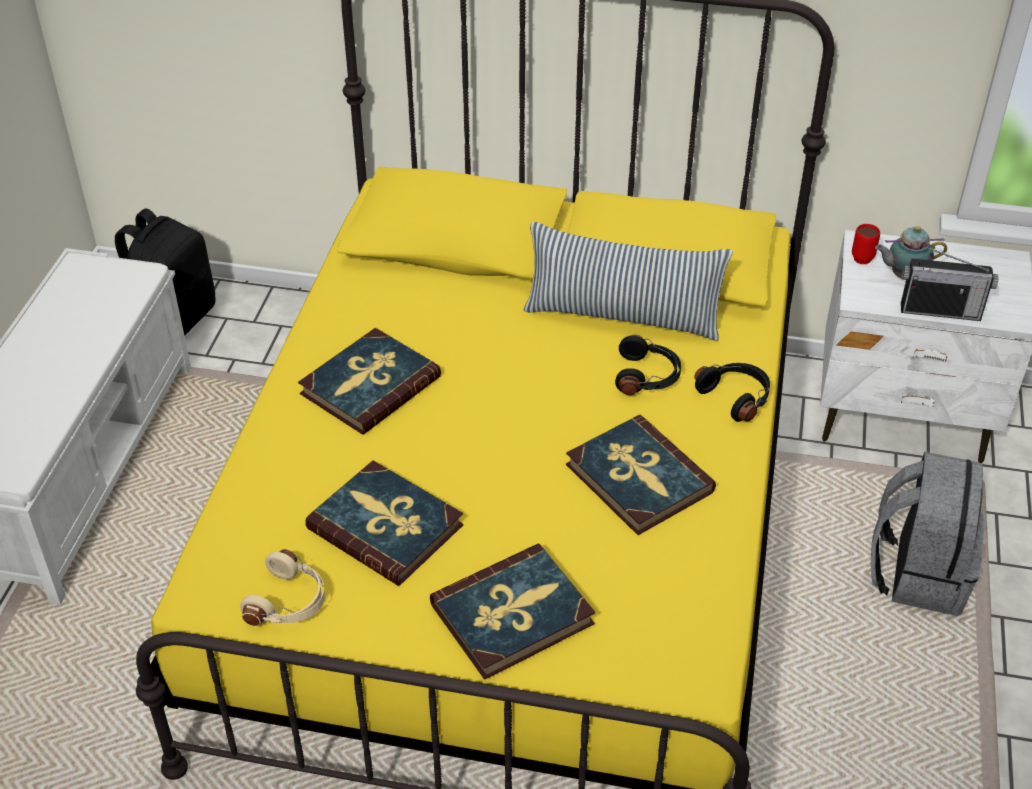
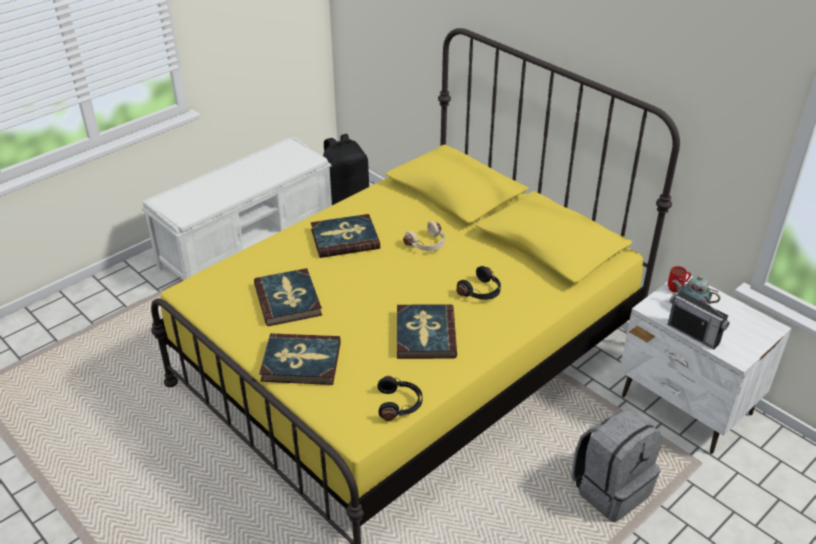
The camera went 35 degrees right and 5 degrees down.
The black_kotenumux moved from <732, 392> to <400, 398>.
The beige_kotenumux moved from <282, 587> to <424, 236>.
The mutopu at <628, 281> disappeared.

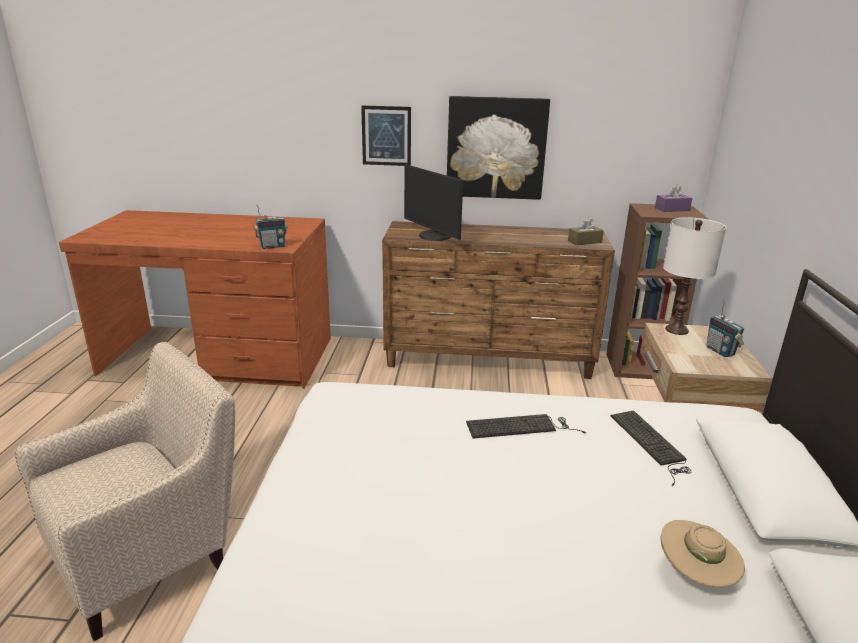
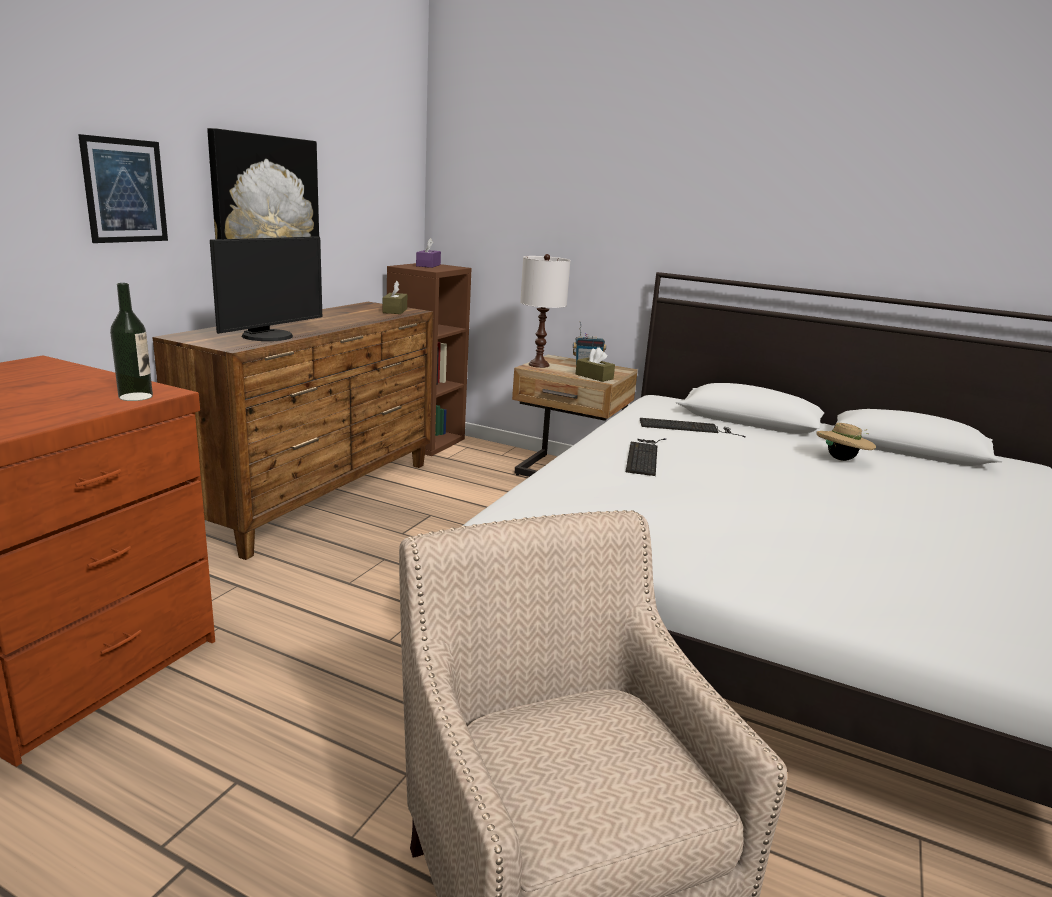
The camera went 70 degrees left and 5 degrees down.
The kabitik at <271, 226> was replaced by the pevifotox at <131, 342>.
The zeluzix at <433, 202> turned 45 degrees counterclockwise.
The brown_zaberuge at <595, 364> appeared.

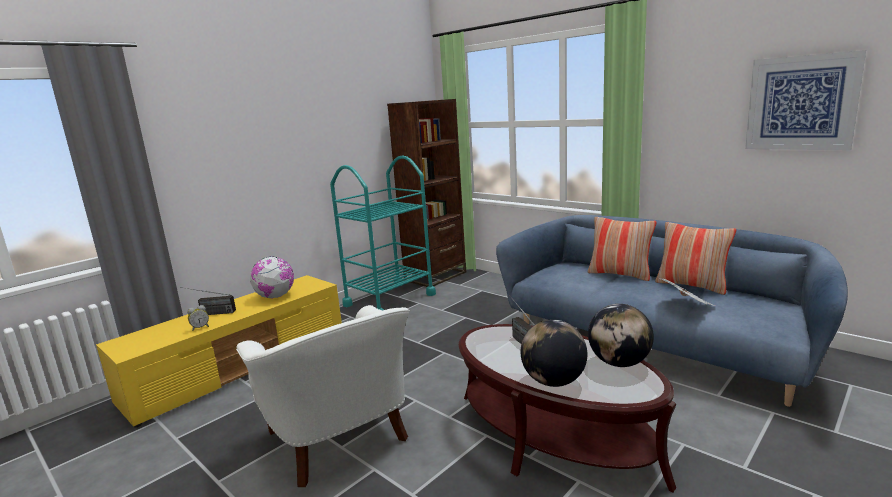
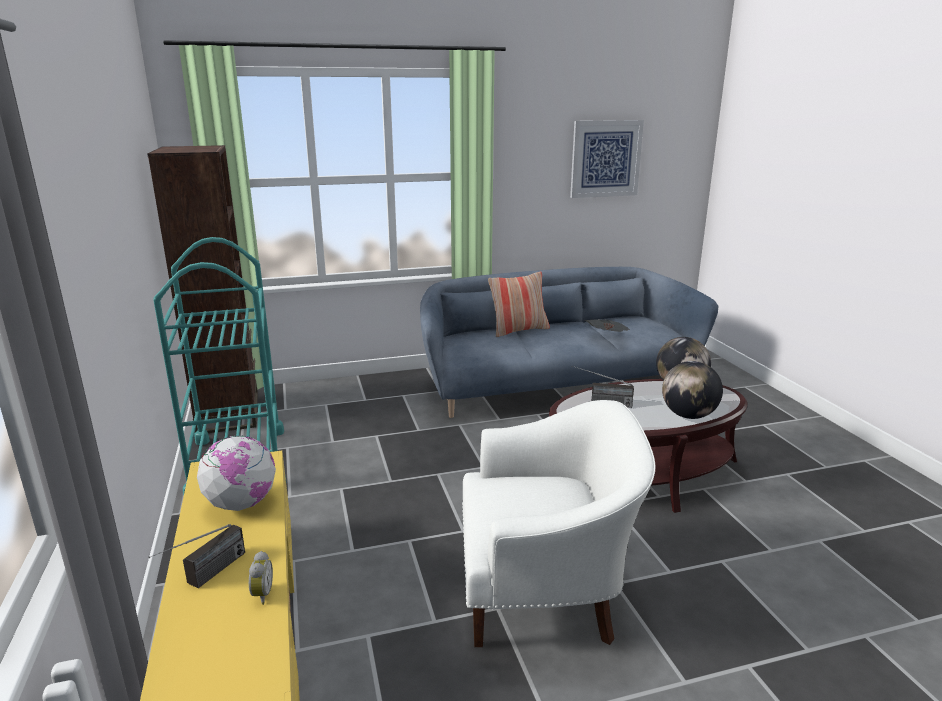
The camera went 60 degrees left and 5 degrees up.
The mutopu at <695, 258> disappeared.

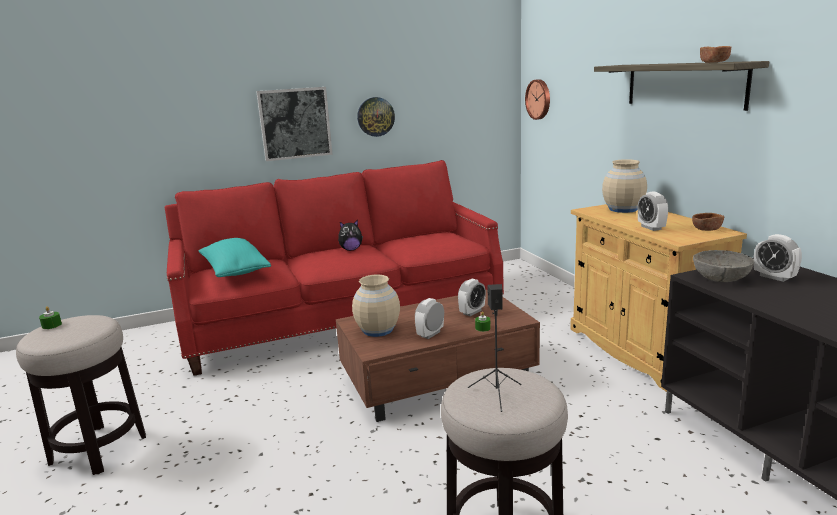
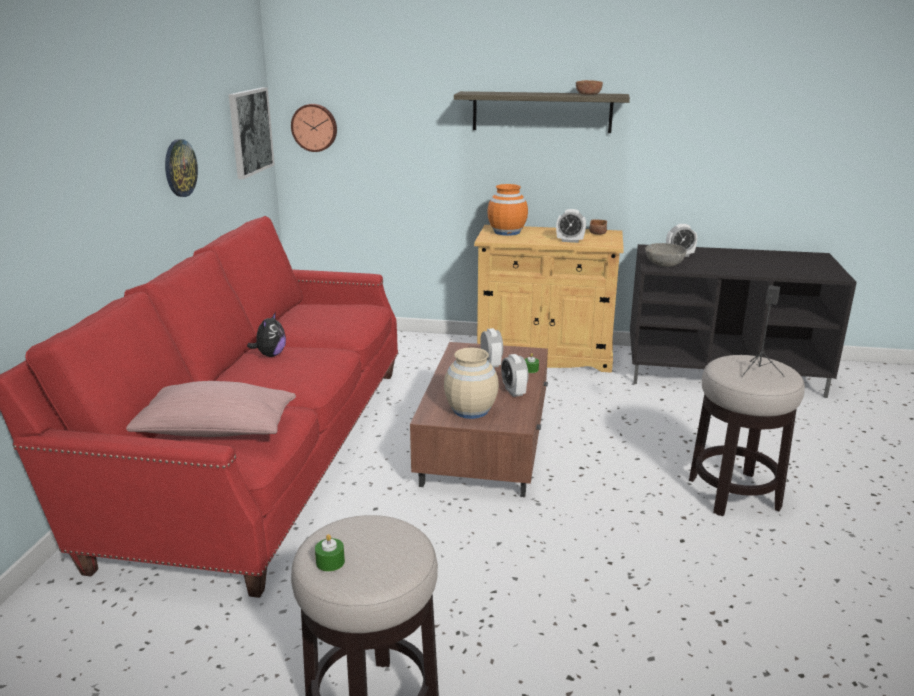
The camera went 60 degrees left and 5 degrees up.
The turquoise_mutopu at <235, 257> became the pink_mutopu at <211, 409>.
The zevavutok moved from <294, 124> to <252, 133>.
The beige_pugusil at <624, 186> became the orange_pugusil at <507, 210>.

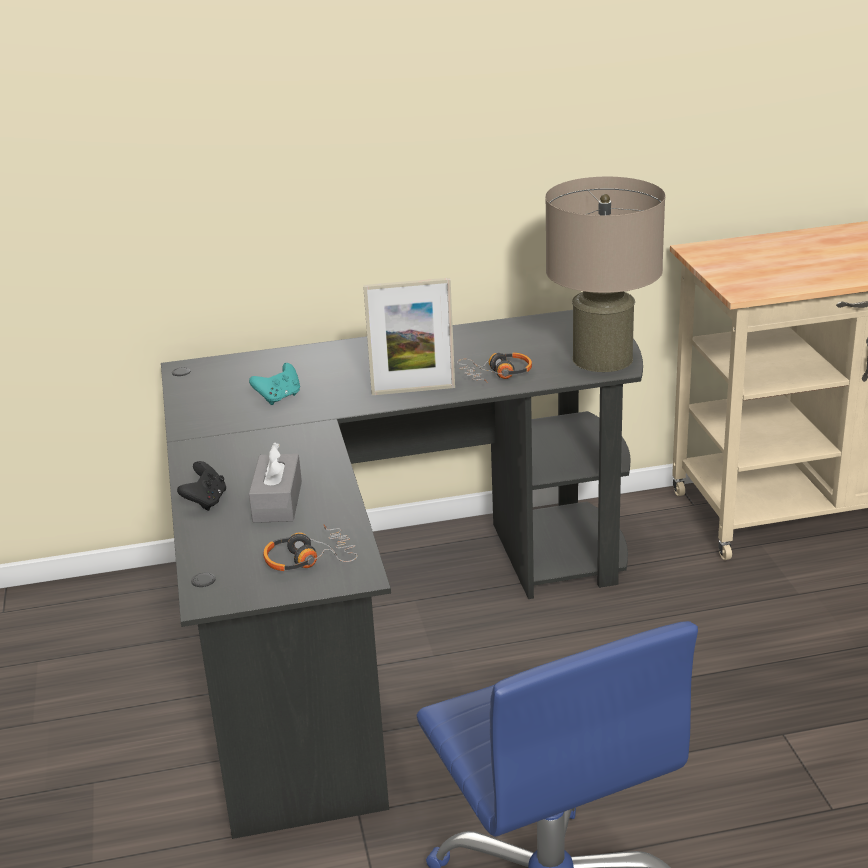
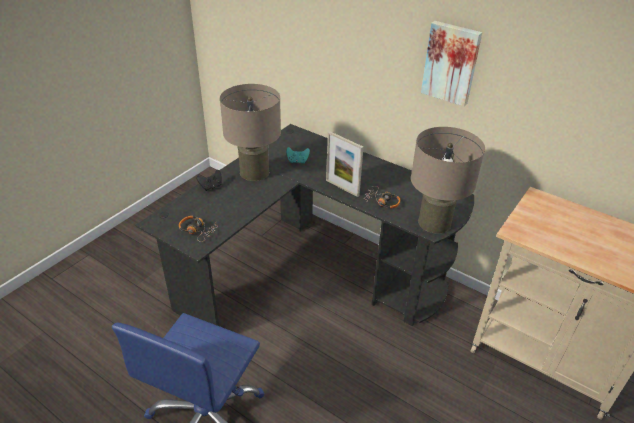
The camera went 45 degrees right and 10 degrees up.
The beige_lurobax at <250, 132> appeared.
The zevavutok at <451, 63> appeared.
The grey_zaberuge at <275, 482> disappeared.

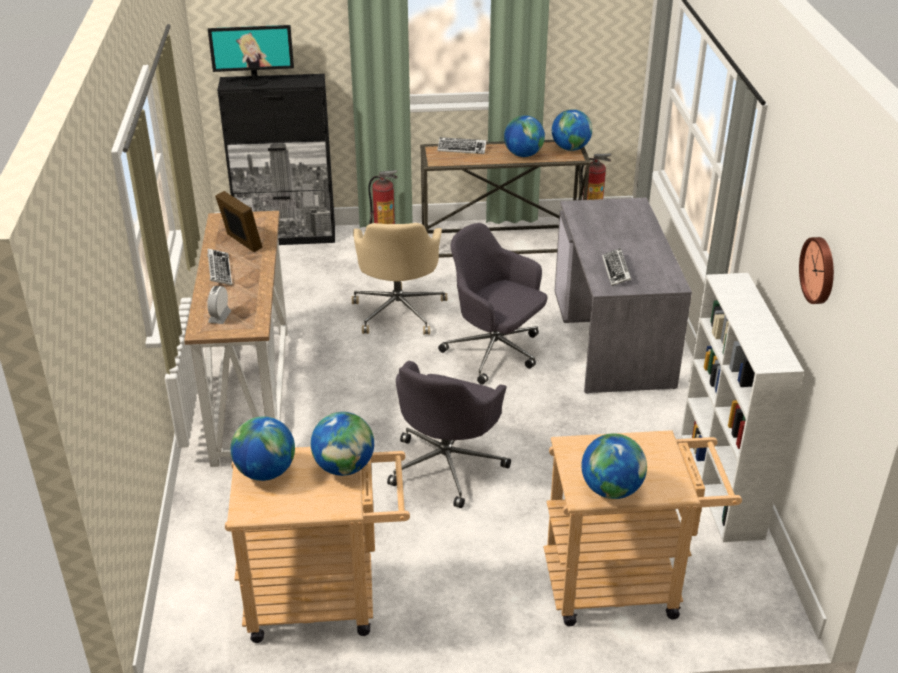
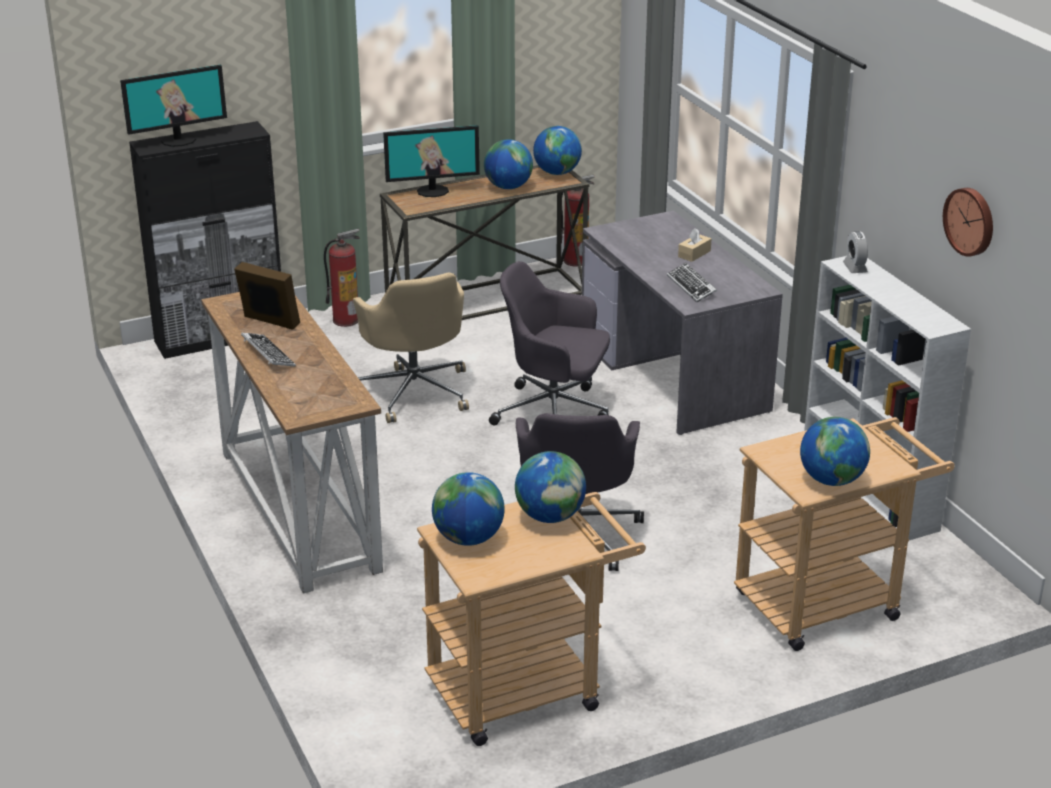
The camera went 20 degrees left and 5 degrees down.
The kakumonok at <461, 145> was replaced by the zeluzix at <431, 161>.
The beige_zaberuge at <694, 245> appeared.
The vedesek moved from <219, 305> to <855, 252>.

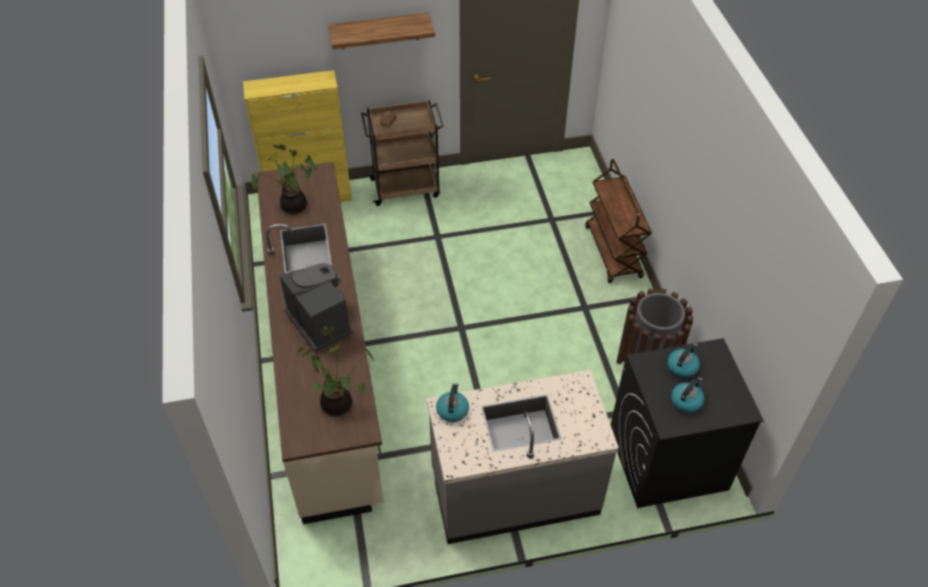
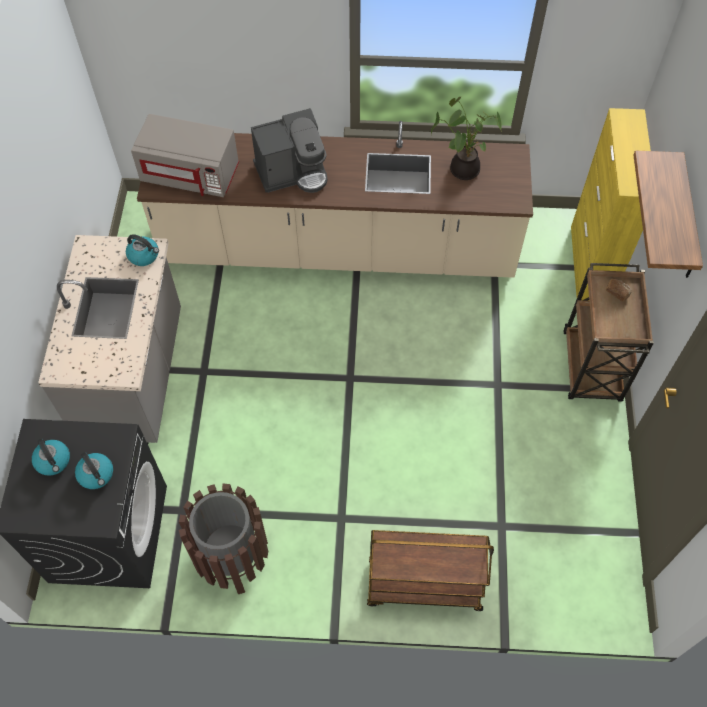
The camera went 105 degrees right and 10 degrees up.
The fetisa at <335, 371> was replaced by the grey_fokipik at <185, 155>.

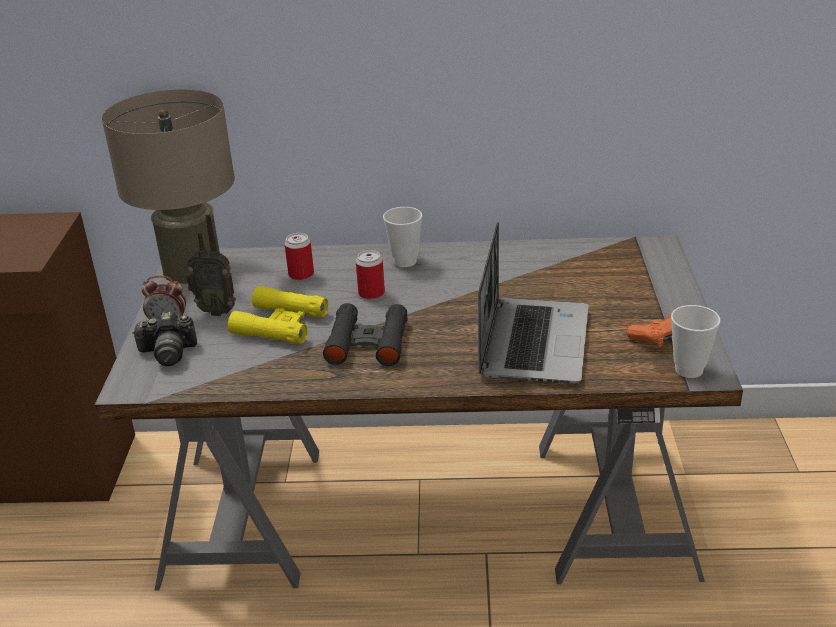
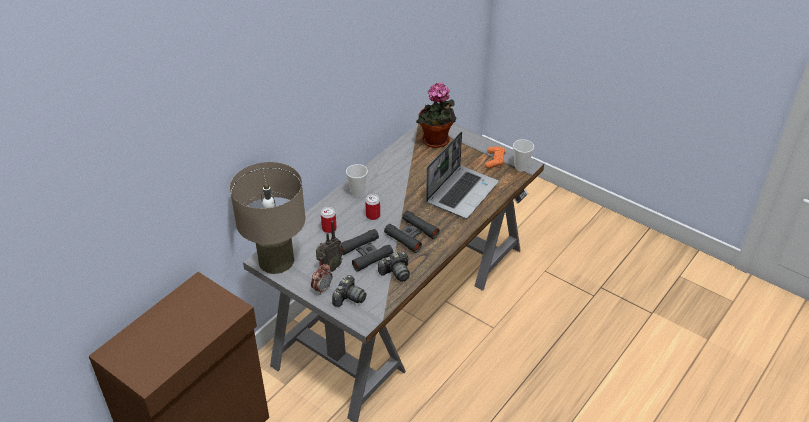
The camera went 55 degrees left and 10 degrees up.
The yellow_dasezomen at <278, 315> became the black_dasezomen at <367, 250>.
The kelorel at <394, 267> appeared.
The fetisa at <436, 115> appeared.
The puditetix at <533, 302> turned 75 degrees clockwise.

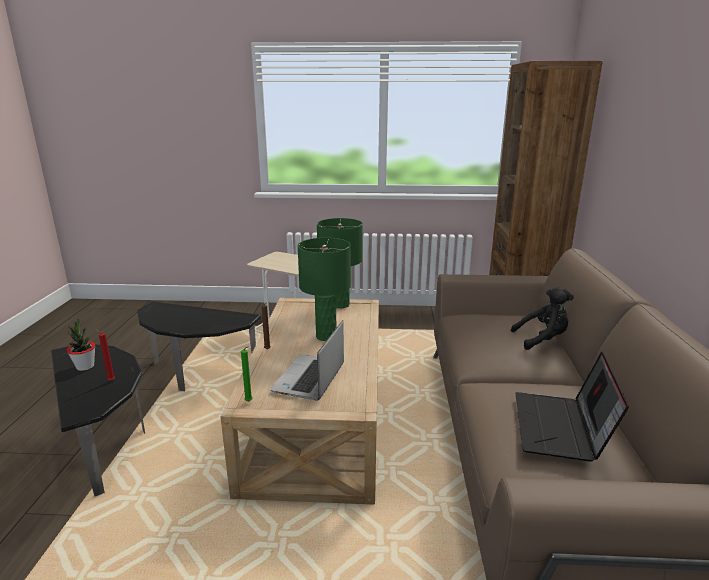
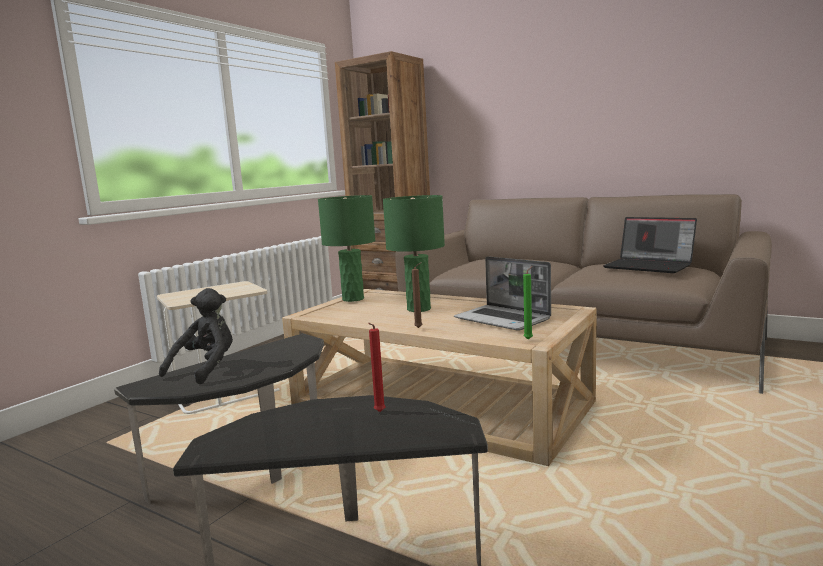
The camera went 60 degrees left and 10 degrees down.
The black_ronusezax moved from <542, 318> to <196, 336>.
The fetisa at <81, 344> disappeared.

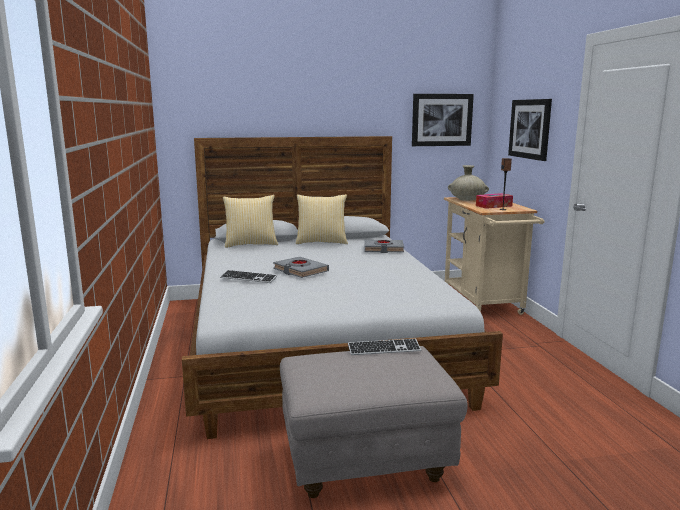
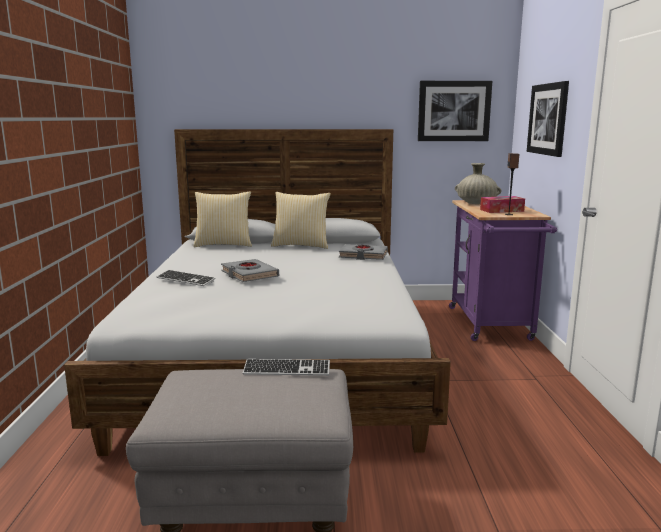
The camera went 10 degrees right and 0 degrees up.
The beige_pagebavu at <494, 256> became the purple_pagebavu at <503, 270>.

